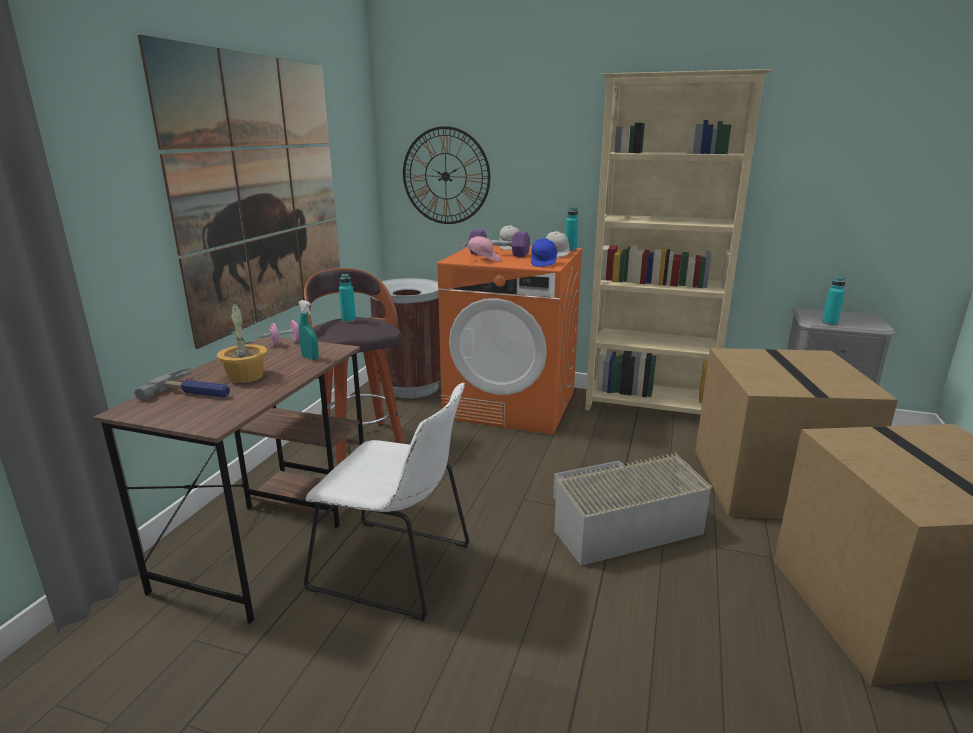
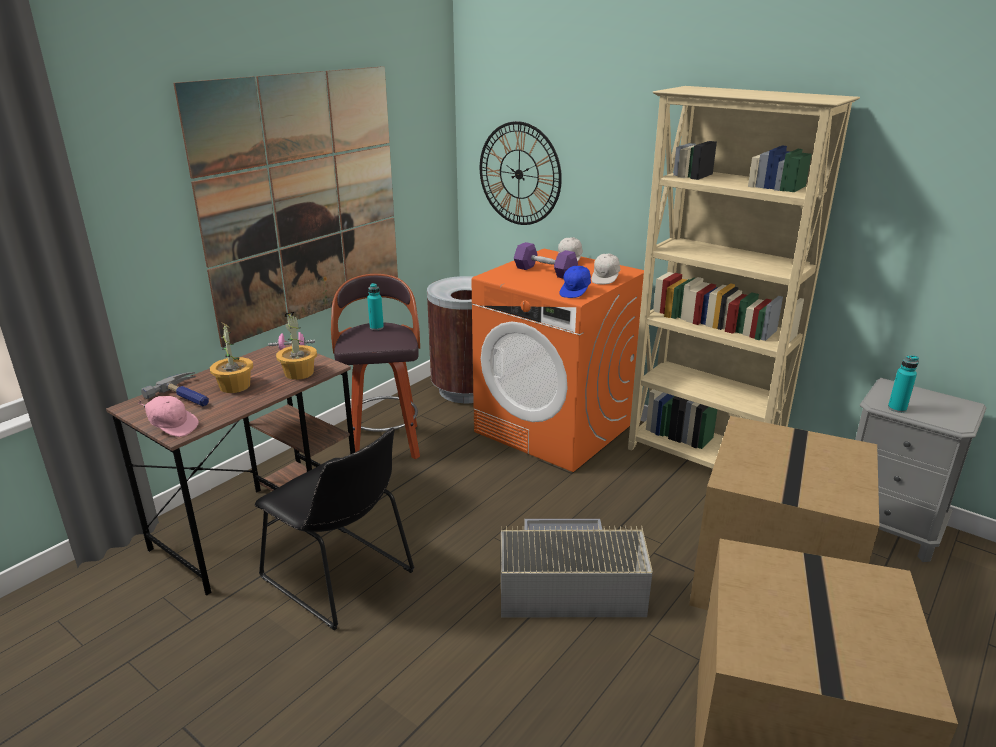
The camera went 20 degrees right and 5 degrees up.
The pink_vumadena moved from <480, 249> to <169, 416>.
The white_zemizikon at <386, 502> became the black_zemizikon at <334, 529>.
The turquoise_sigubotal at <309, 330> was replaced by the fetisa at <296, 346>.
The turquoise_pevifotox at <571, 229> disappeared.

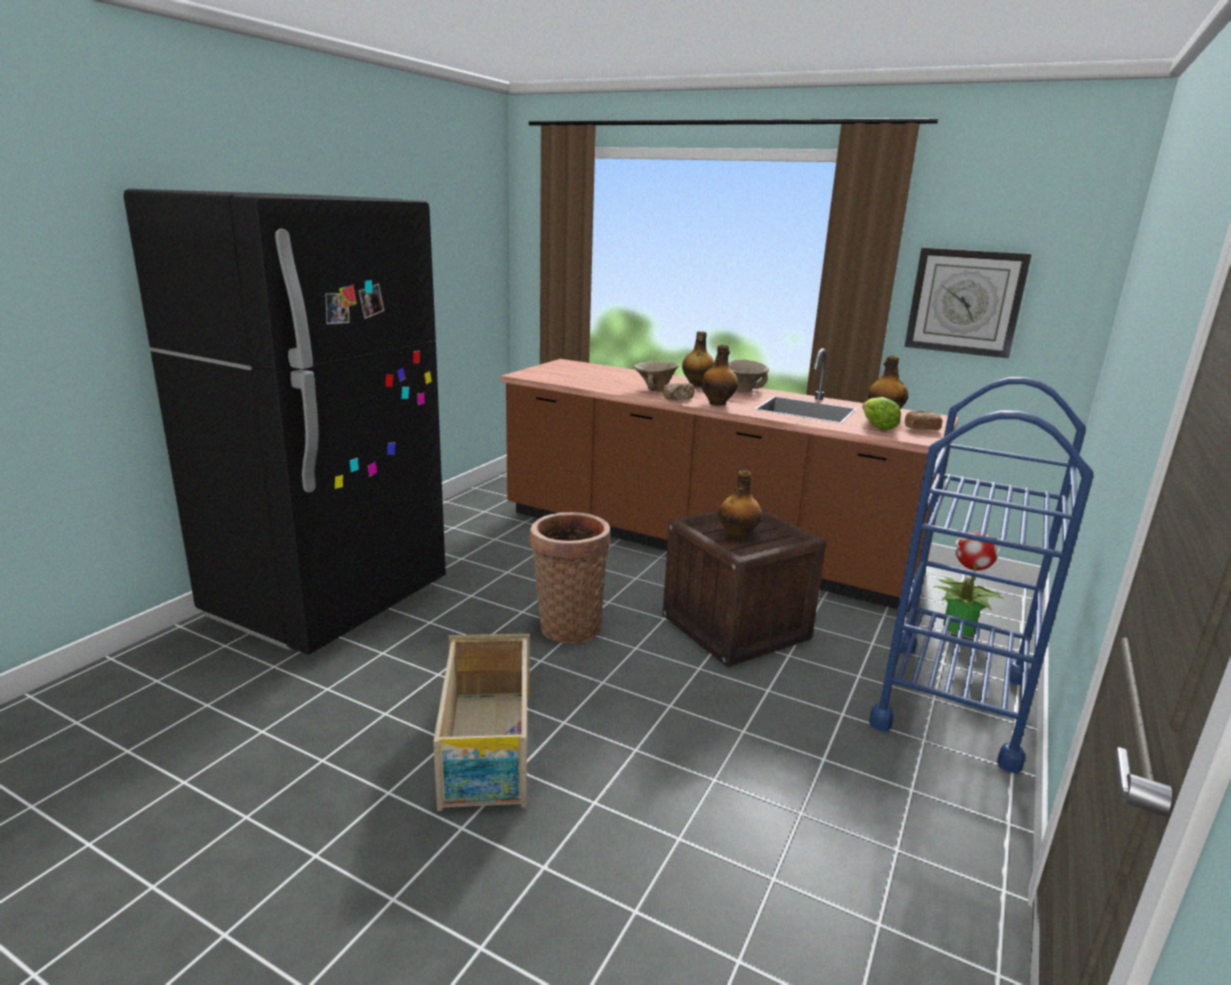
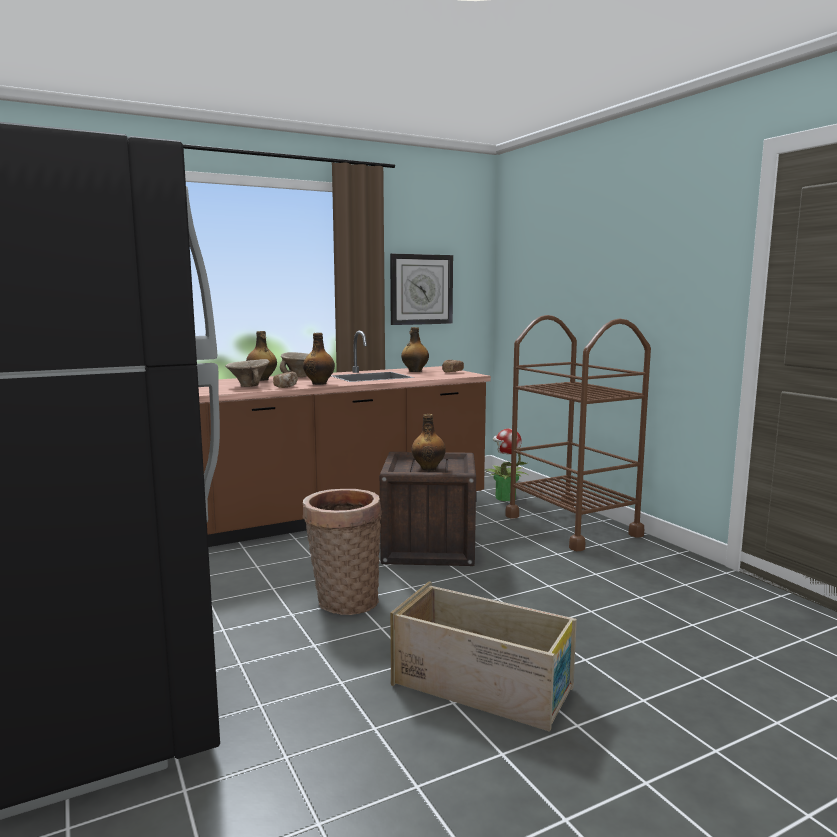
The camera went 55 degrees left and 10 degrees down.
The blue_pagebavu at <981, 575> became the brown_pagebavu at <578, 433>.
The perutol at <881, 413> disappeared.

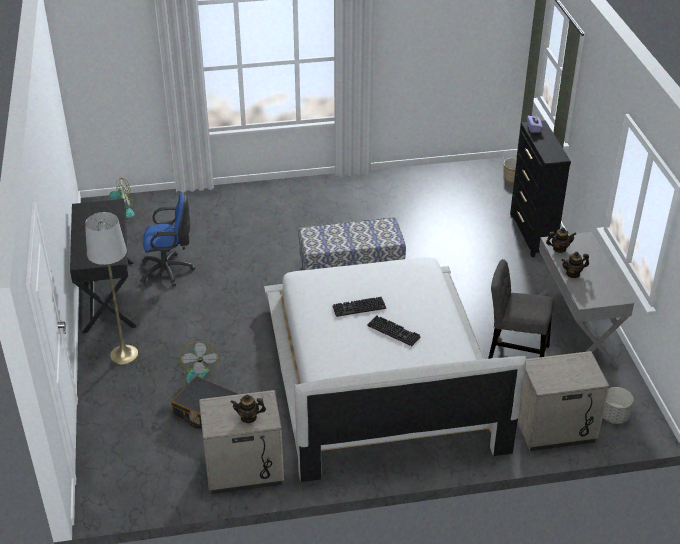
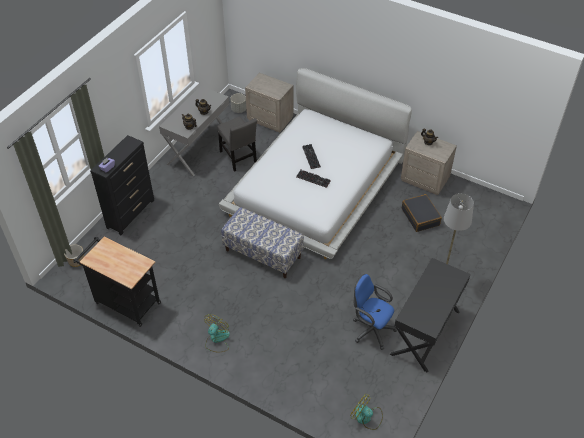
The camera went 140 degrees left and 10 degrees up.
The black_pagebavu at <117, 282> appeared.
The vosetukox moved from <196, 362> to <217, 333>.

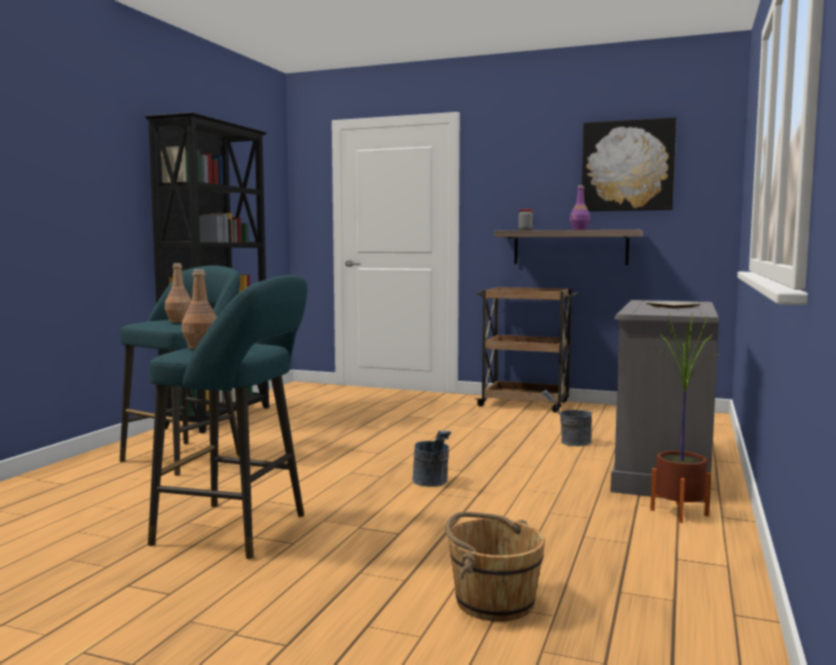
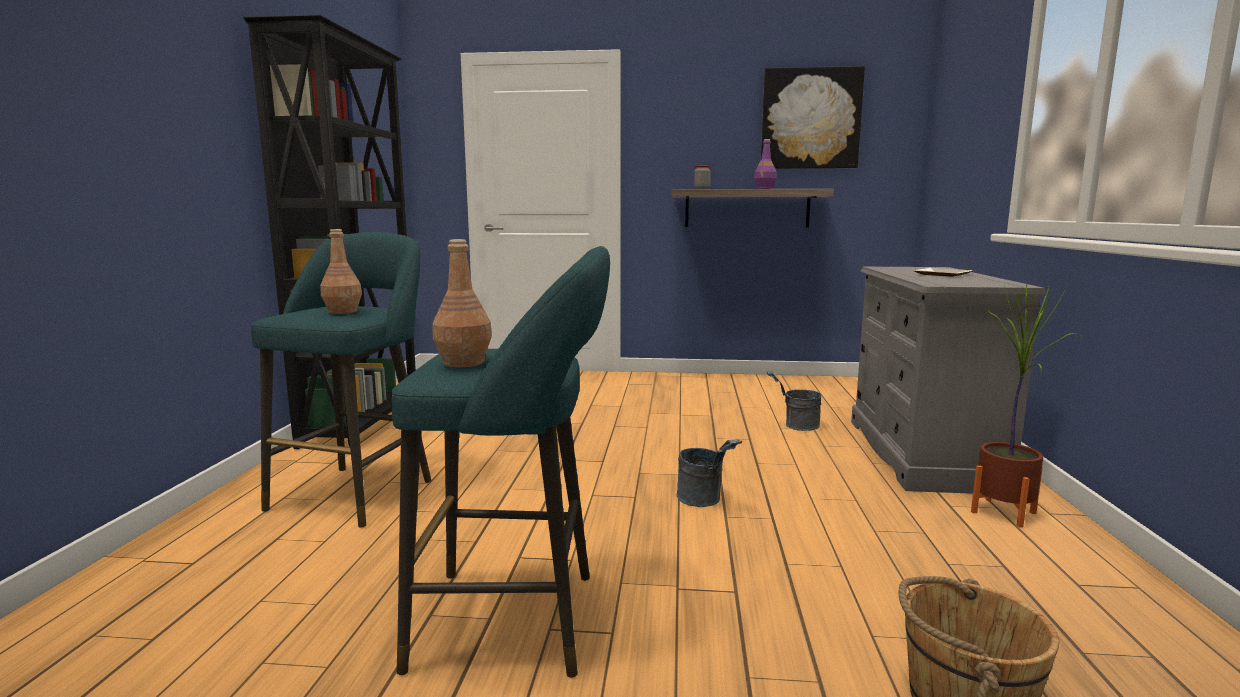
The camera went 15 degrees left and 5 degrees up.
The brown_pagebavu at <527, 350> disappeared.

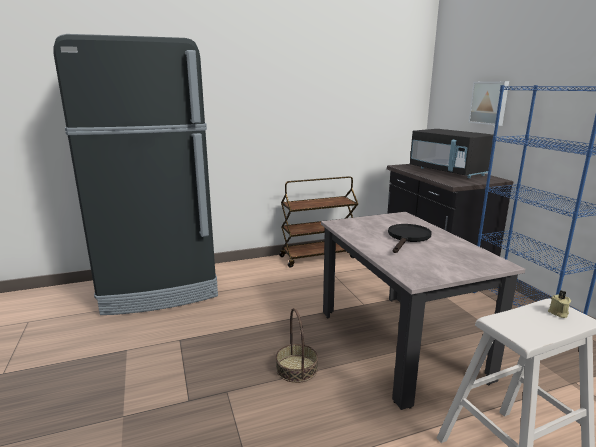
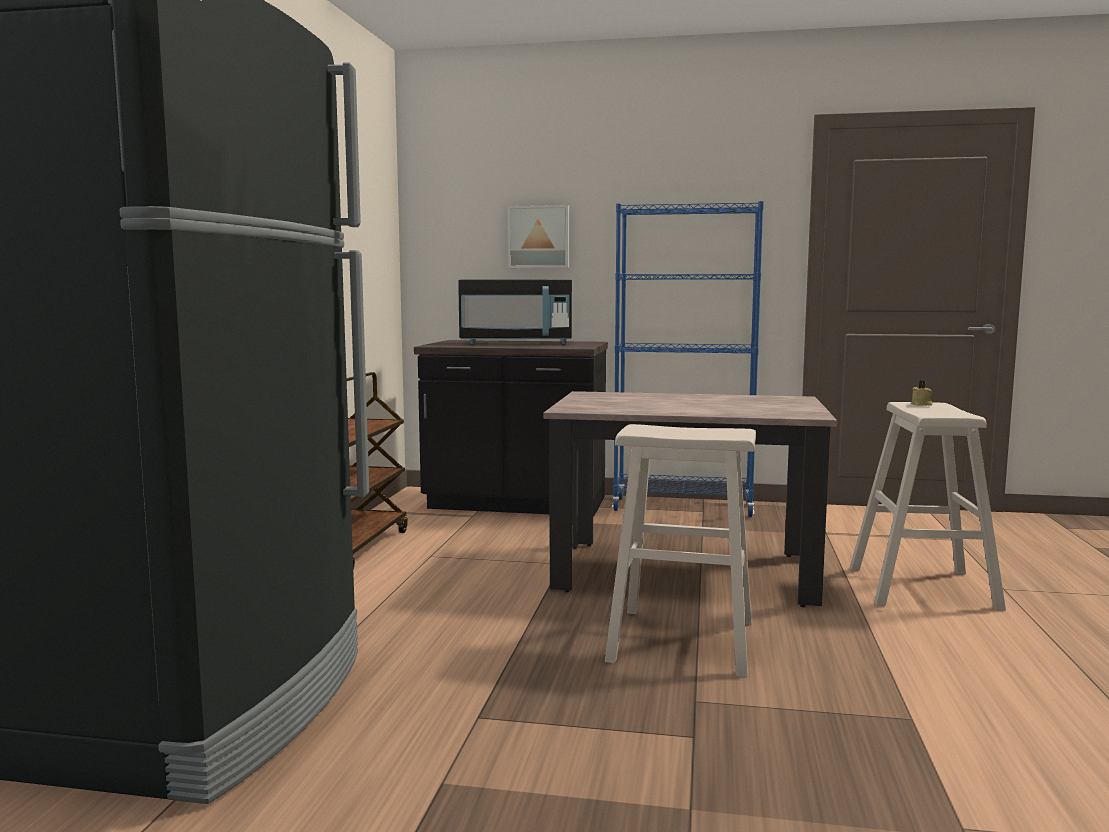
The camera went 60 degrees left and 10 degrees down.
The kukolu at <297, 345> was replaced by the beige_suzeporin at <680, 551>.
The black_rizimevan at <410, 238> disappeared.

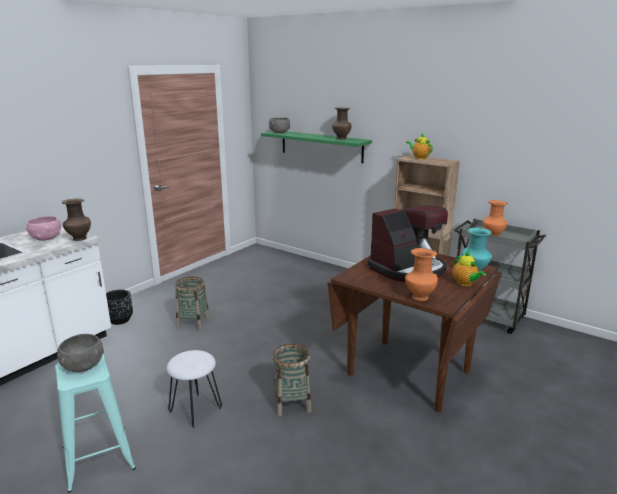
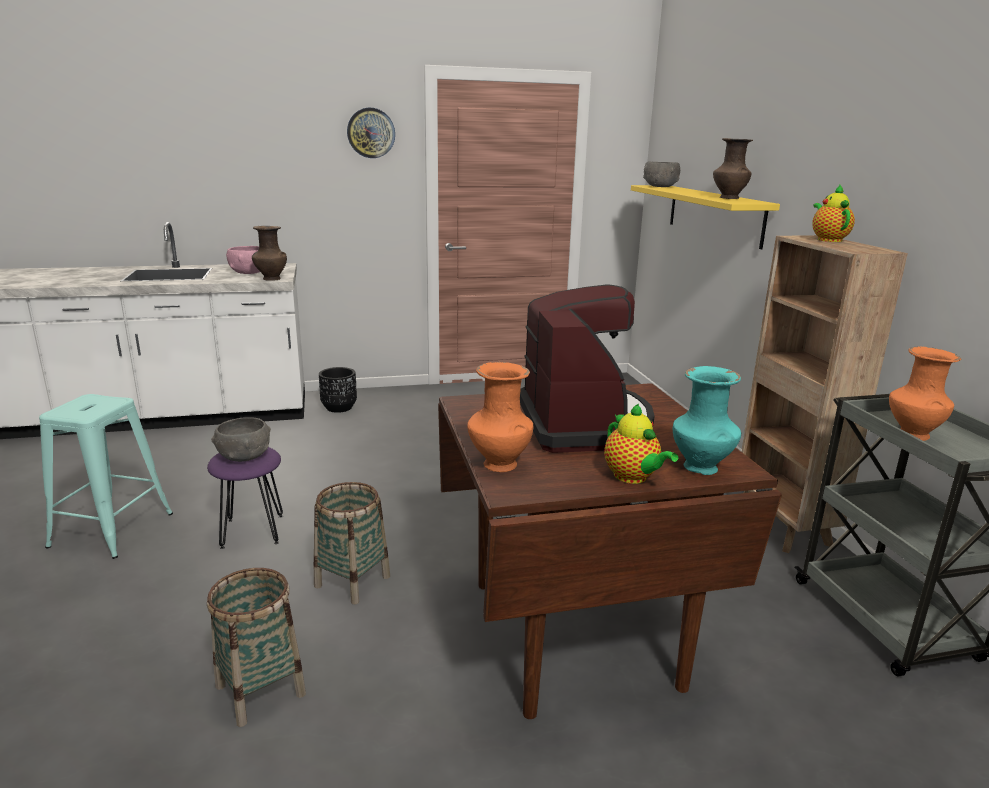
The camera went 40 degrees right and 0 degrees up.
The white_suzeporin at <194, 389> became the purple_suzeporin at <245, 498>.
The kukolu moved from <192, 303> to <256, 647>.
The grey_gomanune moved from <80, 353> to <241, 439>.
The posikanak at <371, 133> appeared.
The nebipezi at <408, 243> turned 105 degrees counterclockwise.
The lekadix at <469, 268> turned 45 degrees counterclockwise.
The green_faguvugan at <316, 147> became the yellow_faguvugan at <705, 217>.

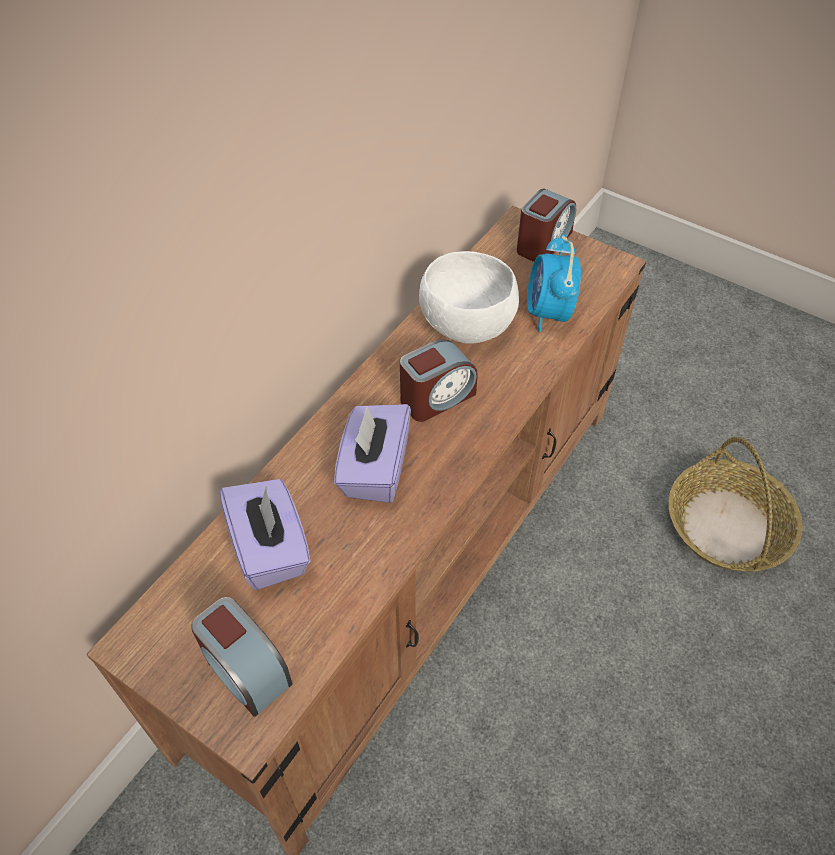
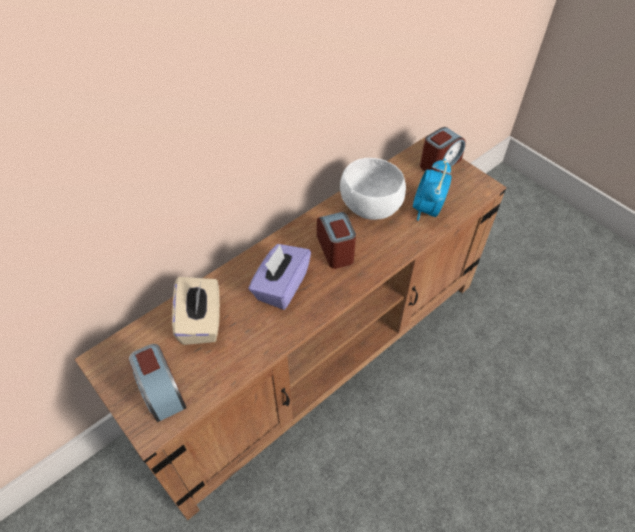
The camera went 15 degrees right and 0 degrees up.
The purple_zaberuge at <265, 534> became the beige_zaberuge at <196, 311>.
The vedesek at <439, 380> turned 90 degrees counterclockwise.
The kukolu at <735, 504> disappeared.

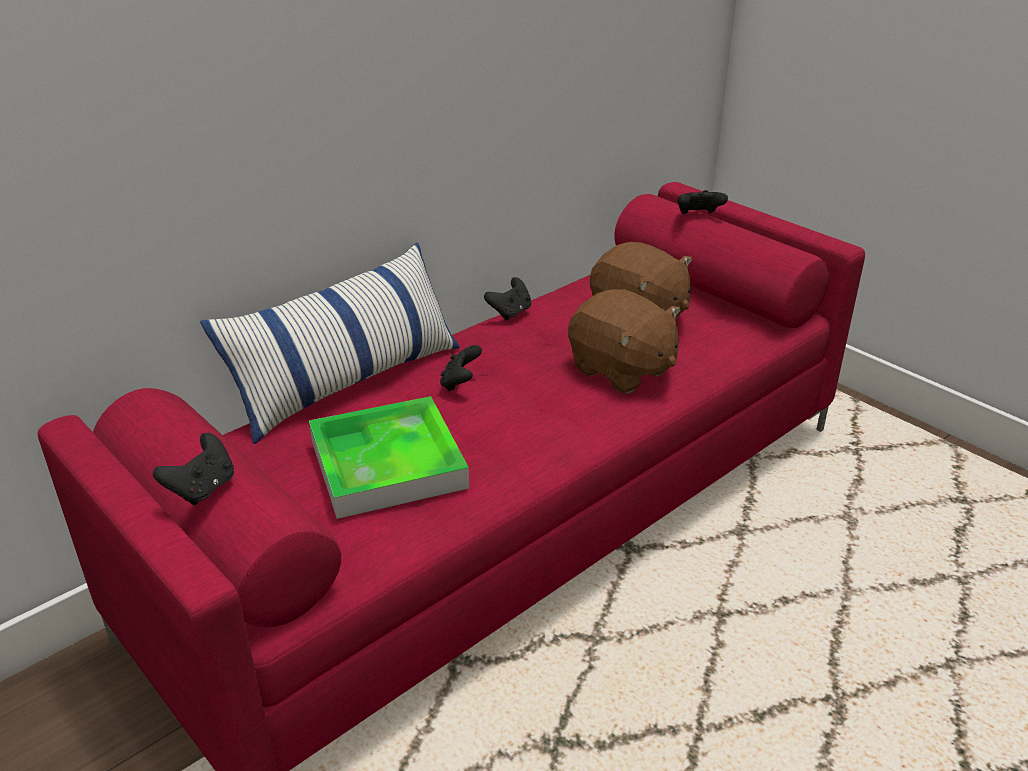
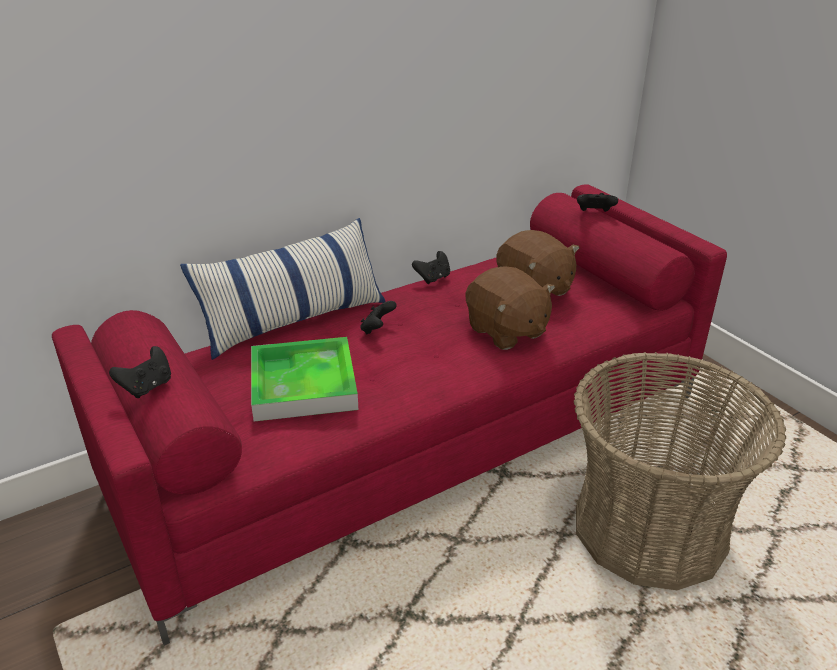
The camera went 10 degrees right and 0 degrees up.
The kukolu at <680, 471> appeared.

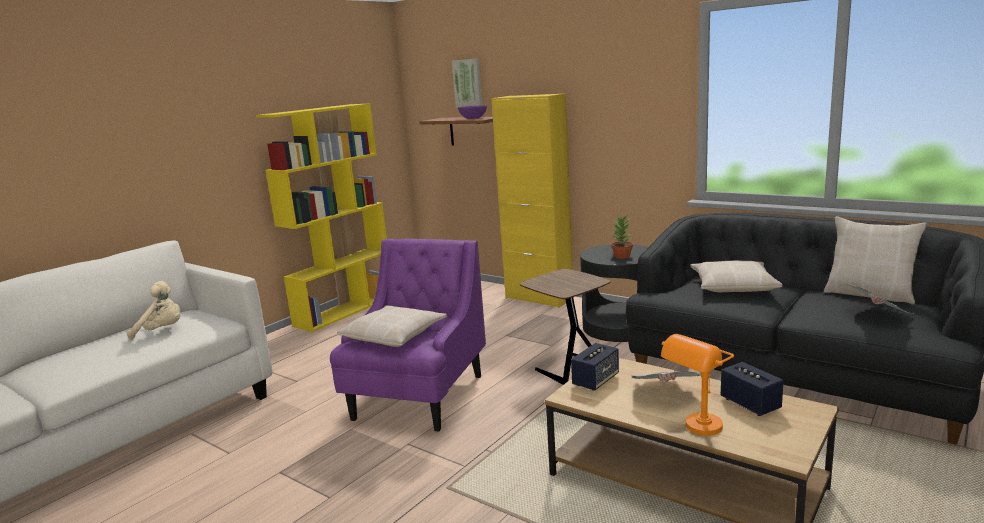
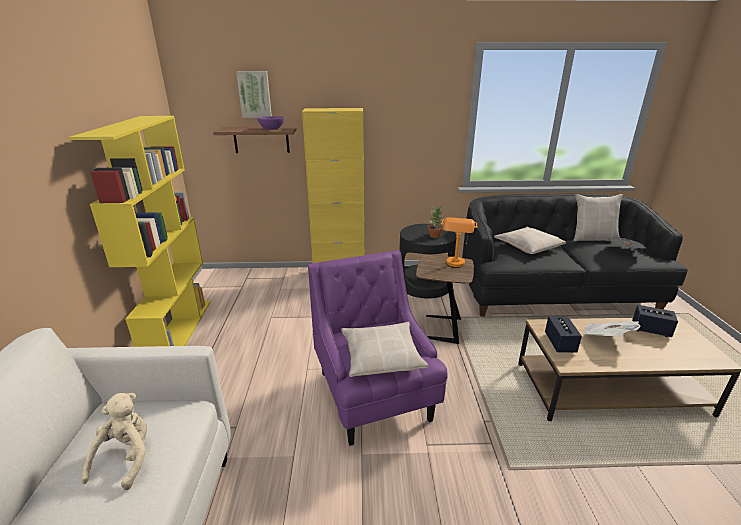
The camera went 40 degrees left and 10 degrees up.
The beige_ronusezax at <153, 310> turned 45 degrees counterclockwise.
The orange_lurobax moved from <697, 385> to <459, 242>.

